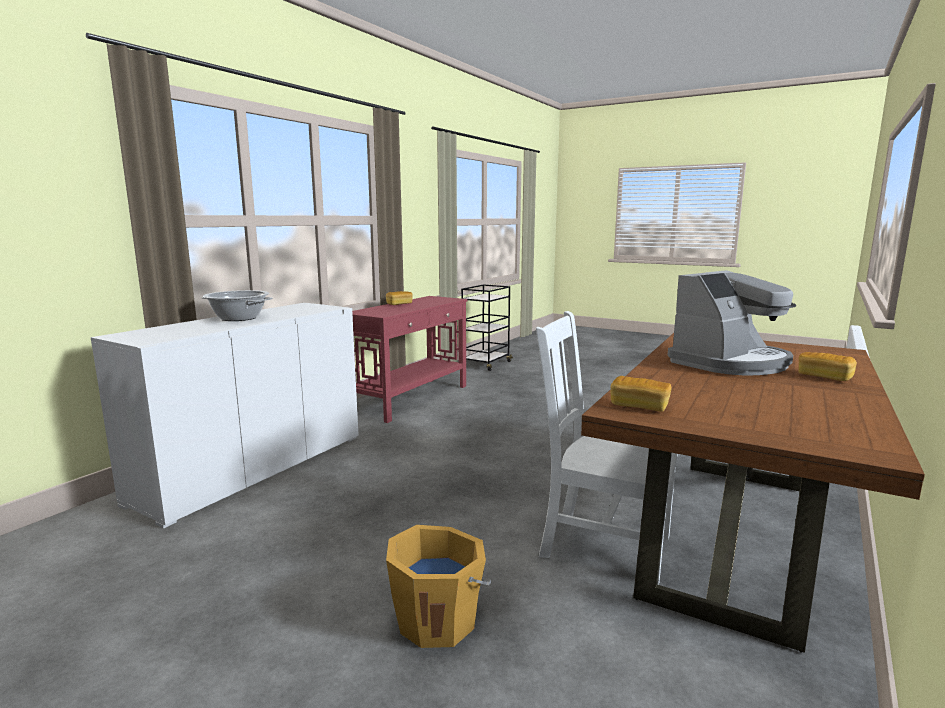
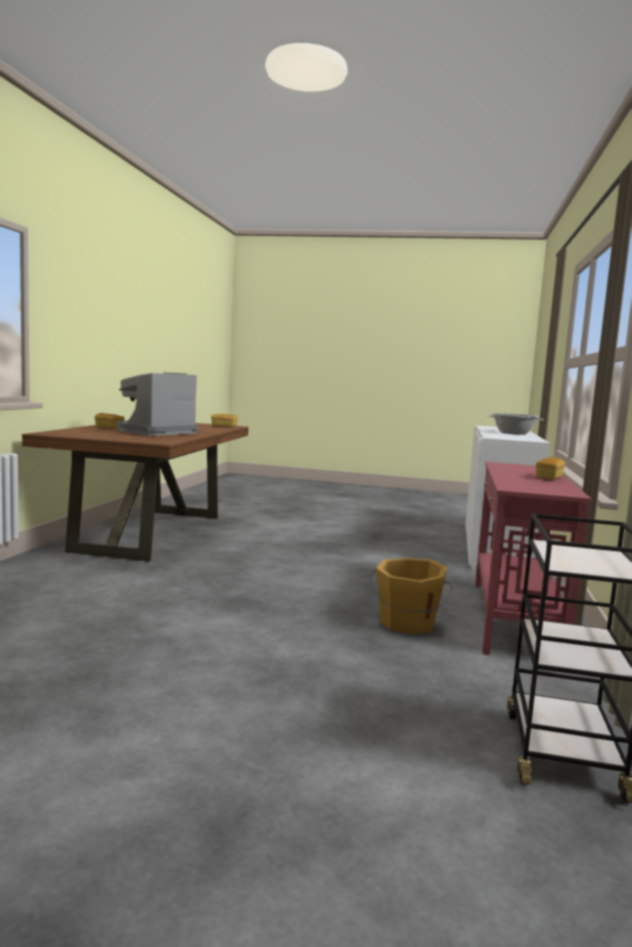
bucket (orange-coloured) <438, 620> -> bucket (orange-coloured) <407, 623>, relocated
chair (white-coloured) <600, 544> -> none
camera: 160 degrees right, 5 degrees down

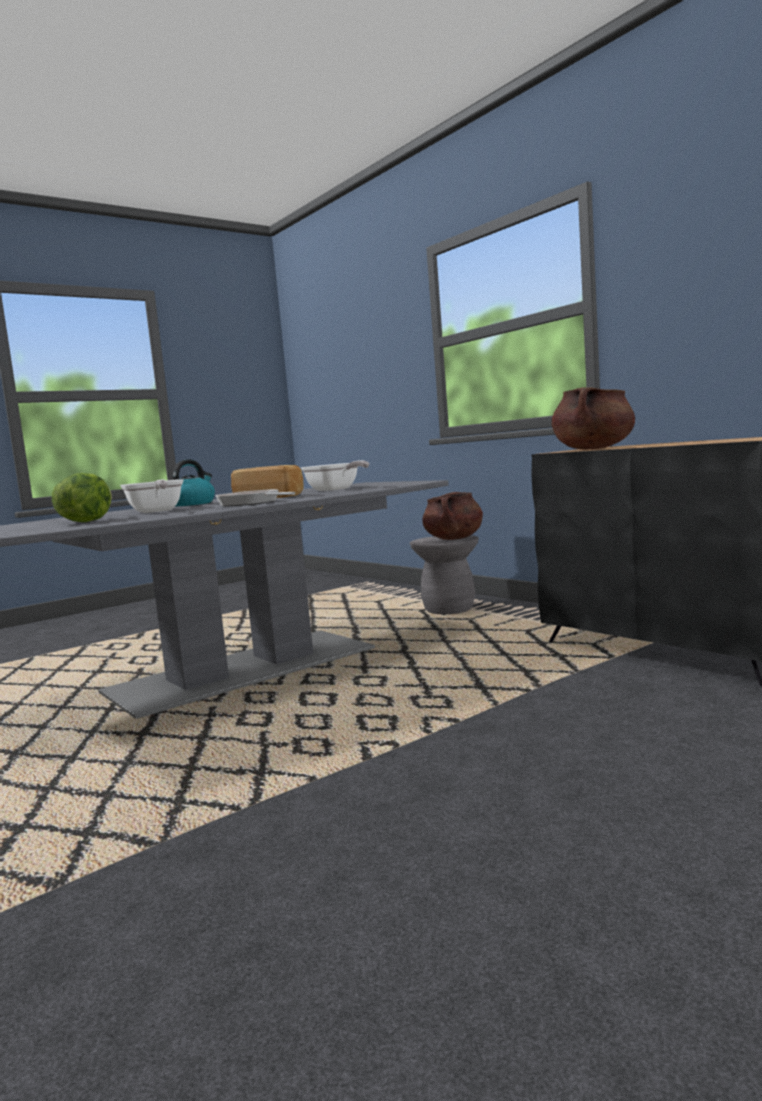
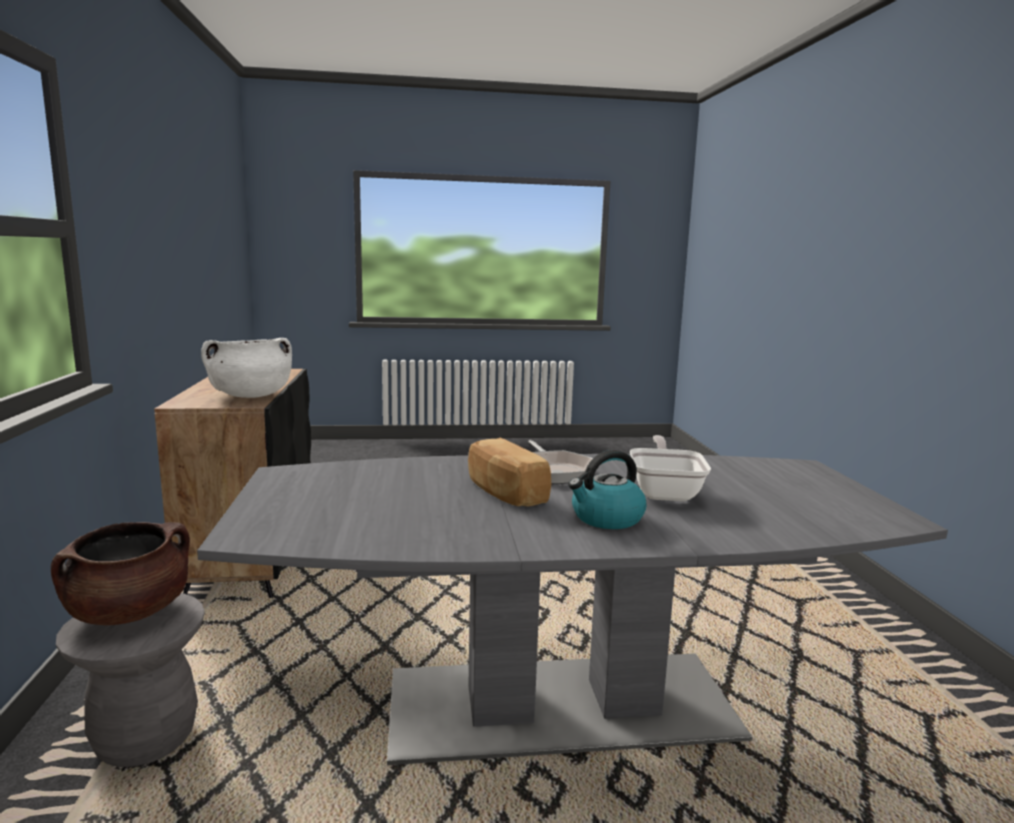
lettuce head <85, 522> -> none
skillet <335, 489> -> none
cooking pot (brown-coloured) <593, 449> -> cooking pot (white-coloured) <251, 396>
camera: 150 degrees left, 5 degrees up

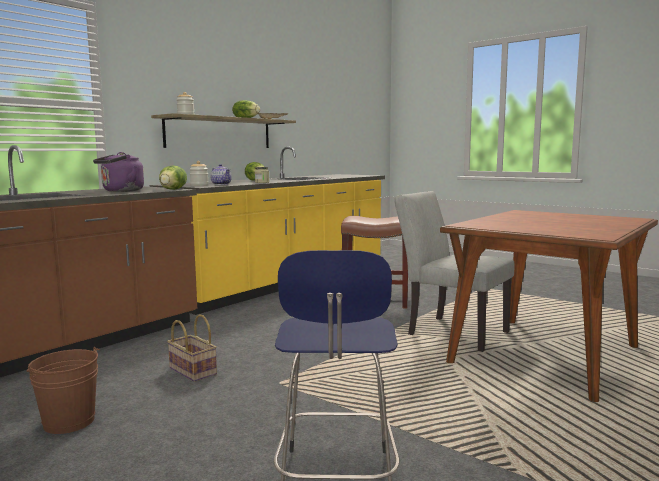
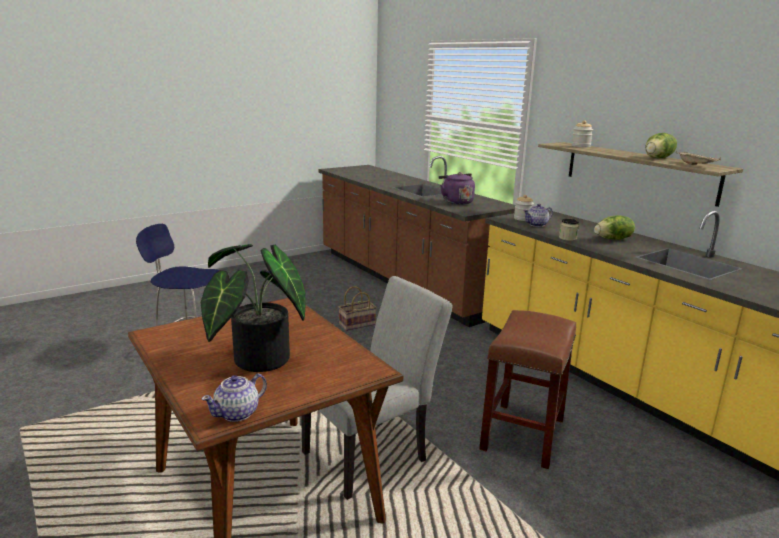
bucket (brown-coloured) <69, 422> -> none
lettuce head <173, 189> -> none
none -> houseplant <255, 361>
none -> tea pot <237, 413>
camera: 105 degrees right, 10 degrees up

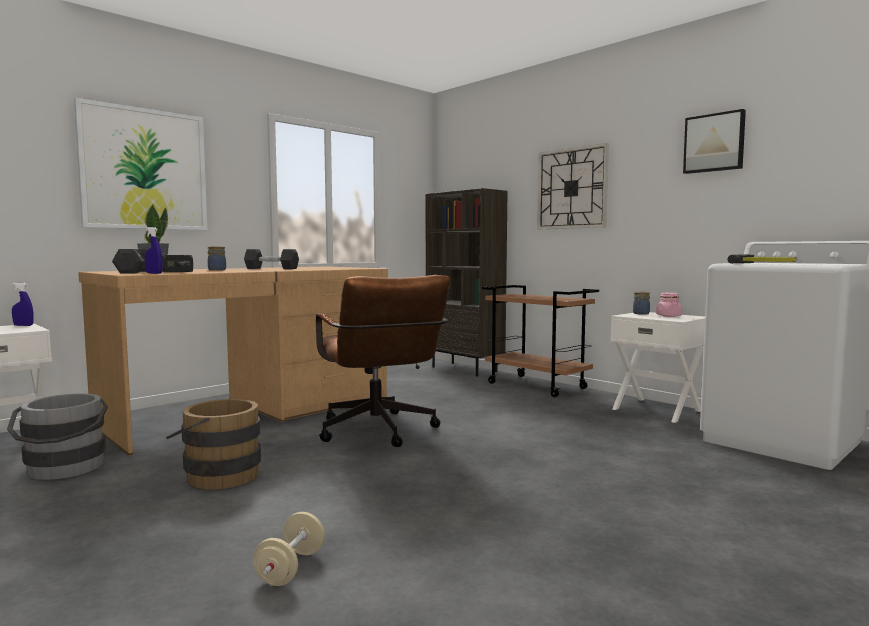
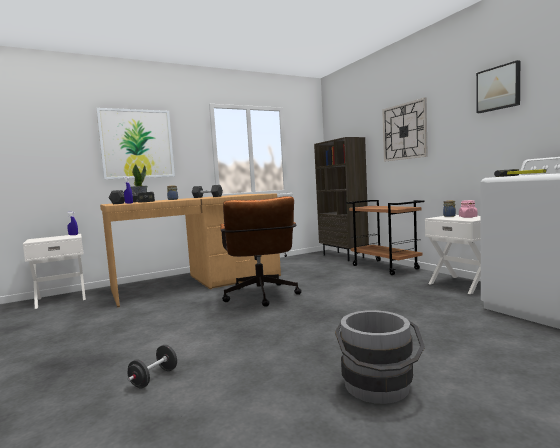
bucket (greyish) <64, 470> -> bucket (greyish) <379, 389>, relocated
bucket (brown-coloured) <216, 475> -> none
dumbbell (beige) <290, 568> -> dumbbell (black) <154, 378>
camera: 15 degrees right, 0 degrees up

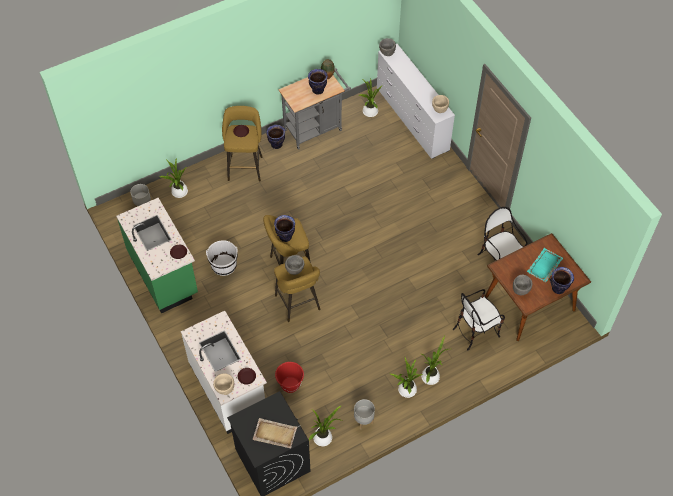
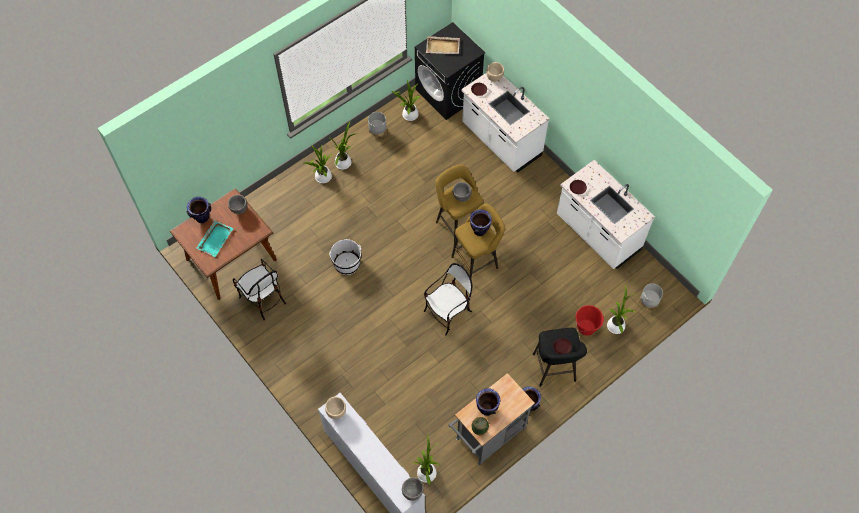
counter (greenish) <164, 273> -> counter (white-coloured) <597, 234>
bucket (white-coloured) <224, 265> -> bucket (white-coloured) <347, 263>, relocated
sitting stool (yellowish) <245, 166> -> sitting stool (black) <554, 370>
bucket (red-coloured) <290, 385> -> bucket (red-coloured) <586, 327>, relocated
chair <476, 331> -> chair <448, 313>, relocated
camera: 170 degrees right, 5 degrees up

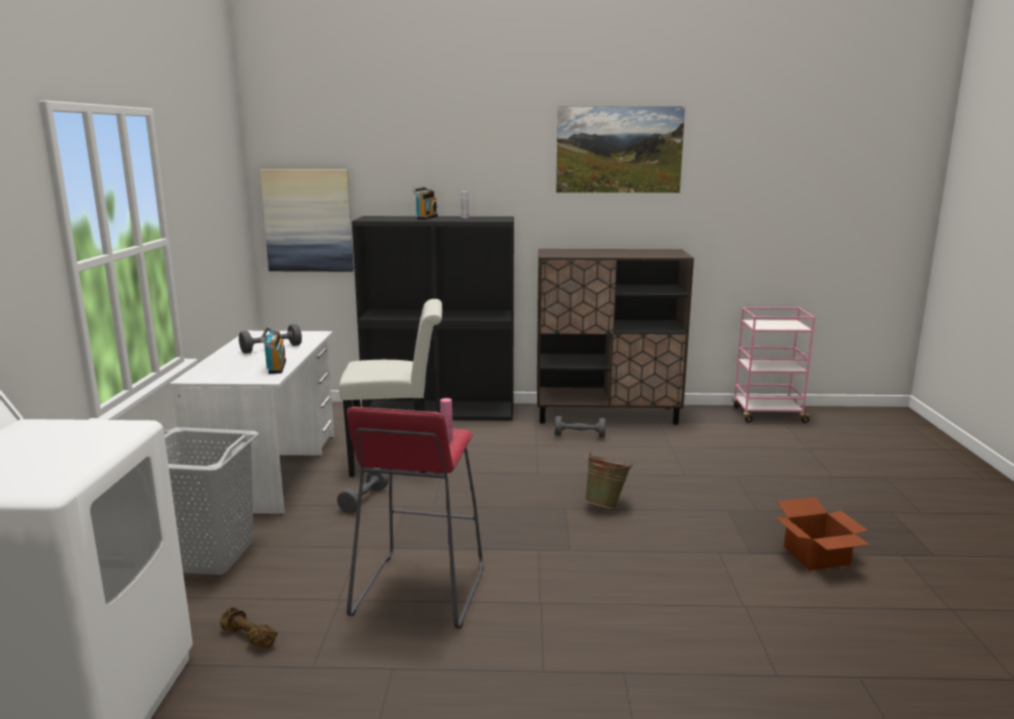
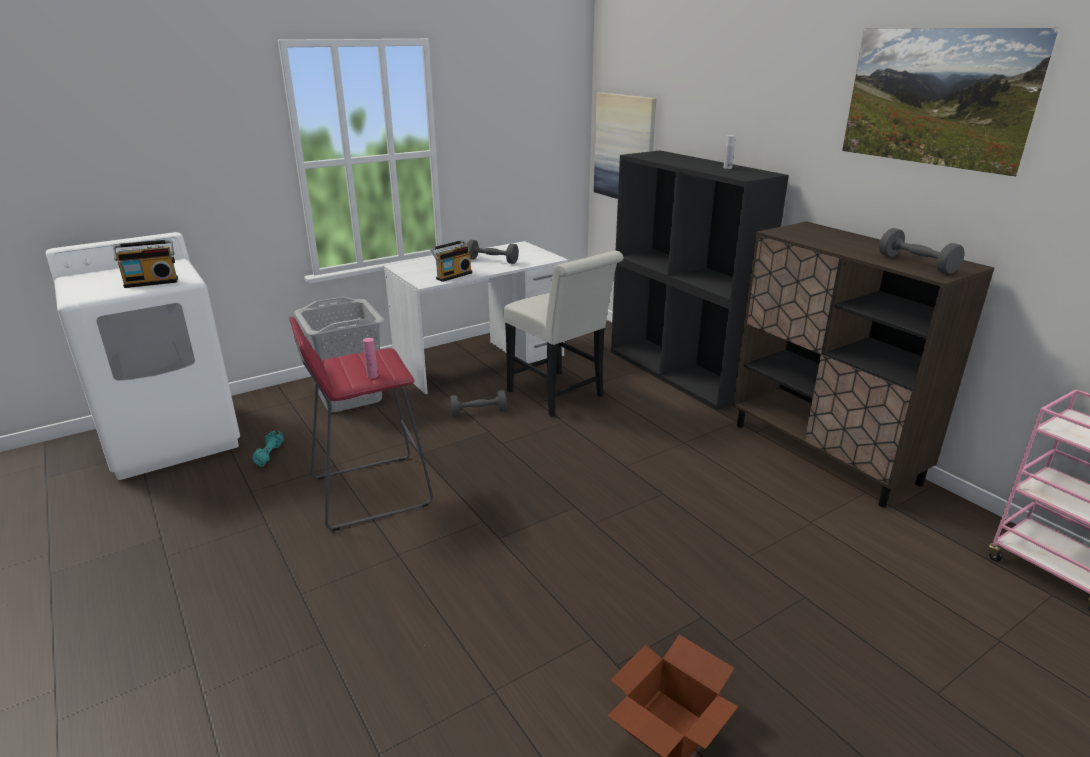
dumbbell (brown-coloured) <248, 637> -> dumbbell (turquoise) <269, 455>
radio receiver <425, 217> -> radio receiver <152, 282>, relocated
dumbbell (greyish) <579, 435> -> dumbbell (greyish) <916, 264>, relocated
bucket (greenish) <606, 505> -> none
camera: 55 degrees right, 10 degrees up

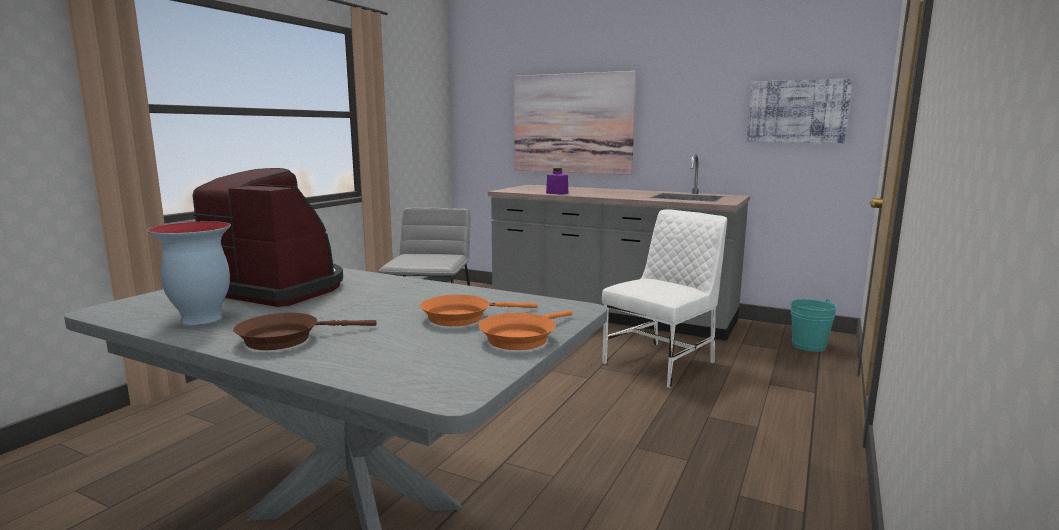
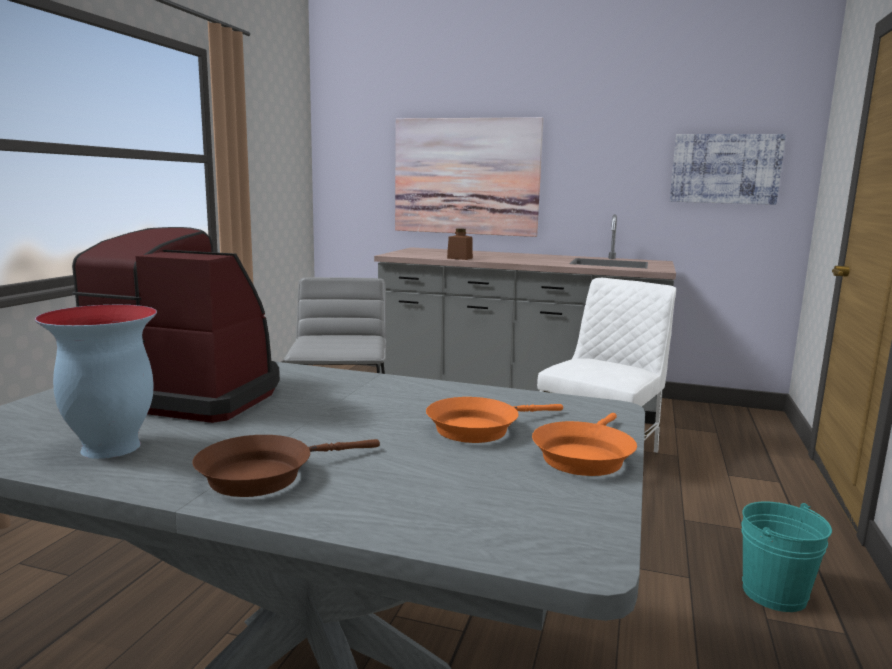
storage jar (purplish) <557, 193> -> storage jar (brown-coloured) <459, 258>
bucket (turquoise) <808, 346> -> bucket (turquoise) <774, 593>, relocated
camera: 10 degrees left, 0 degrees up

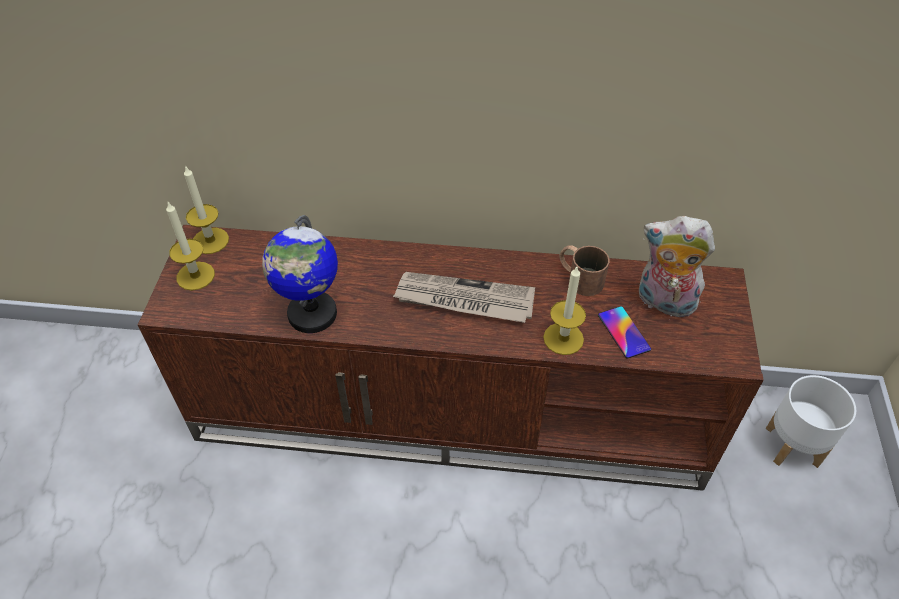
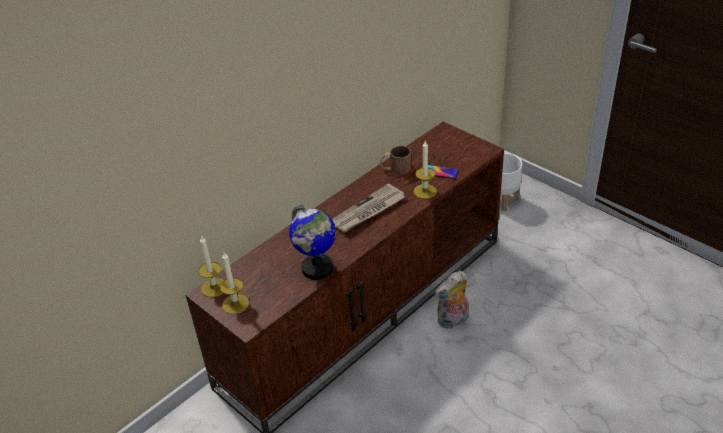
soft toy <663, 302> -> soft toy <453, 321>, relocated
camera: 50 degrees left, 10 degrees down

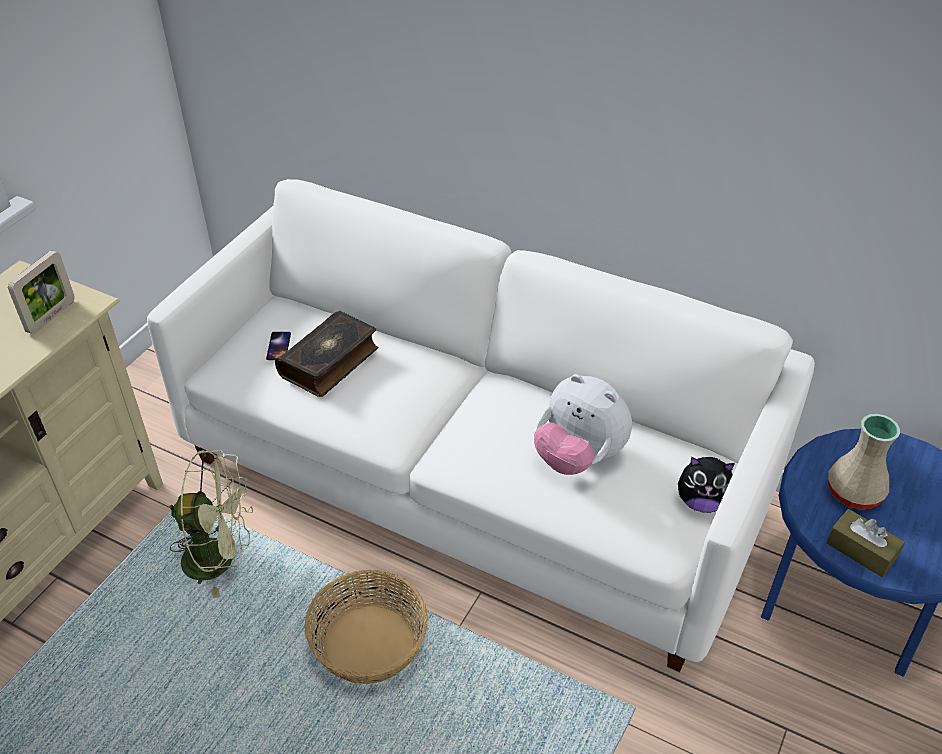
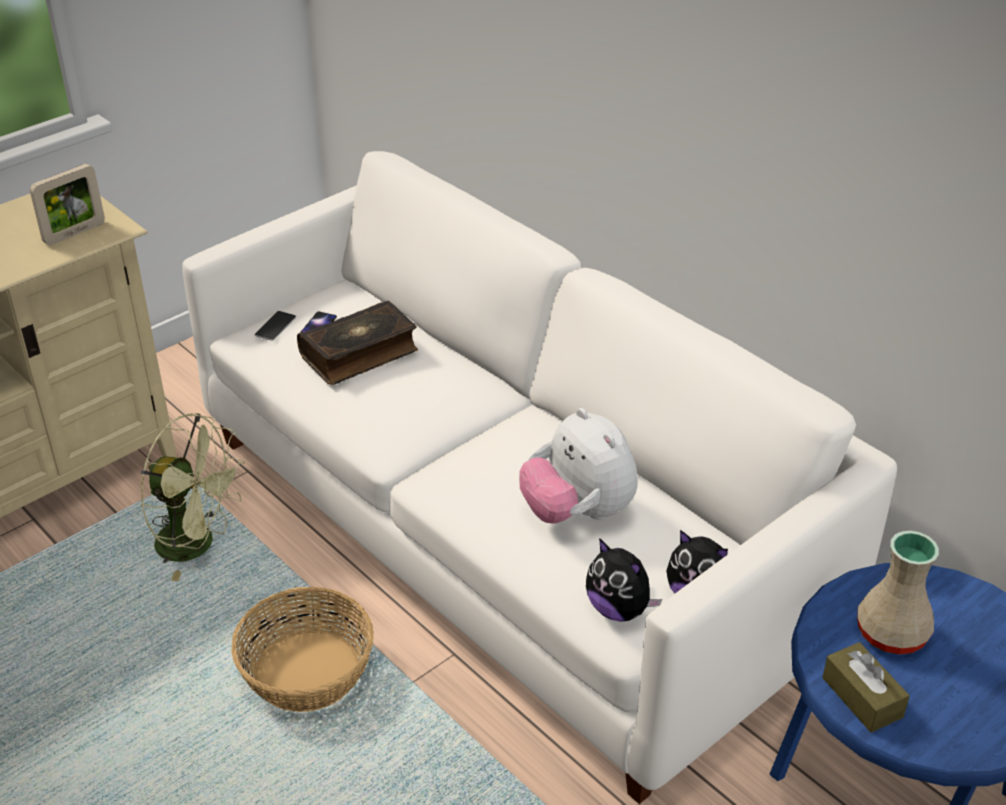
none -> handset <275, 326>
none -> soft toy <619, 609>
camera: 20 degrees right, 5 degrees down

